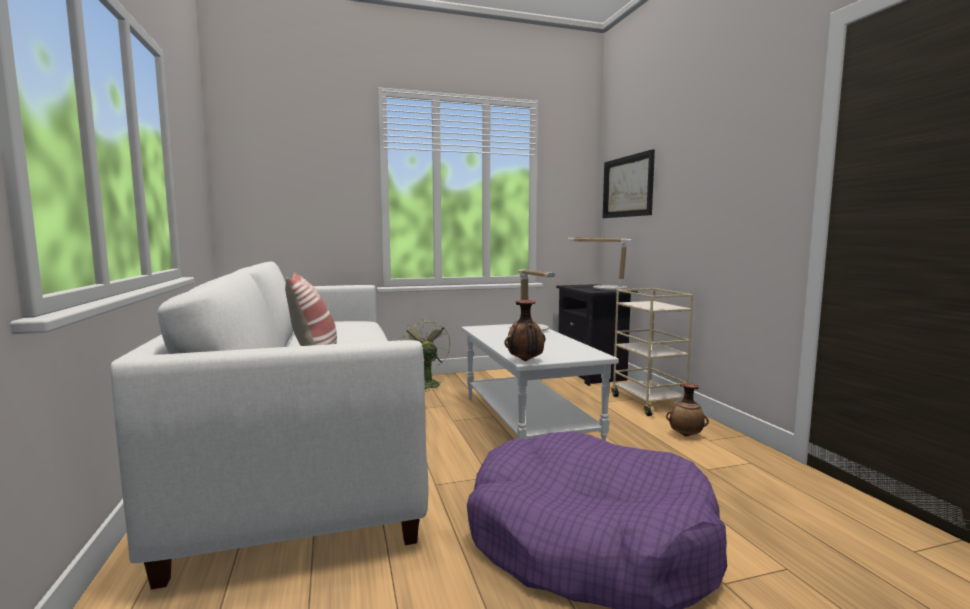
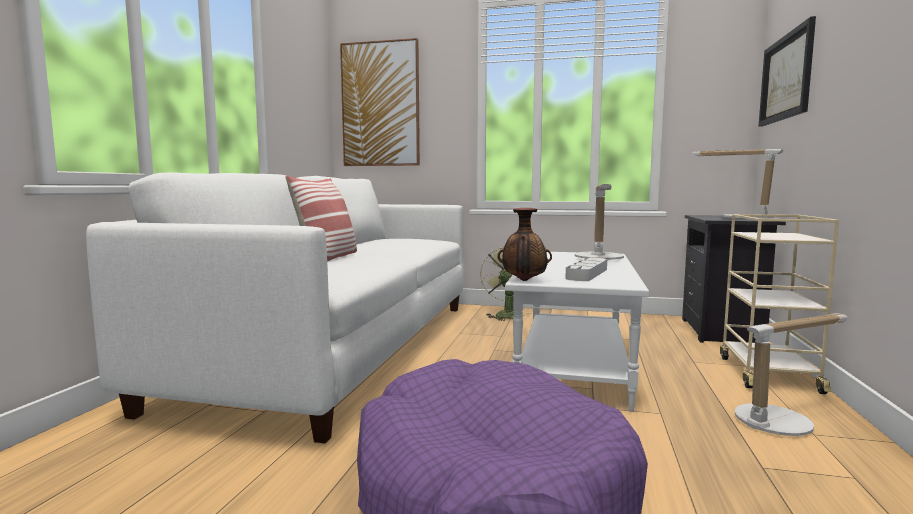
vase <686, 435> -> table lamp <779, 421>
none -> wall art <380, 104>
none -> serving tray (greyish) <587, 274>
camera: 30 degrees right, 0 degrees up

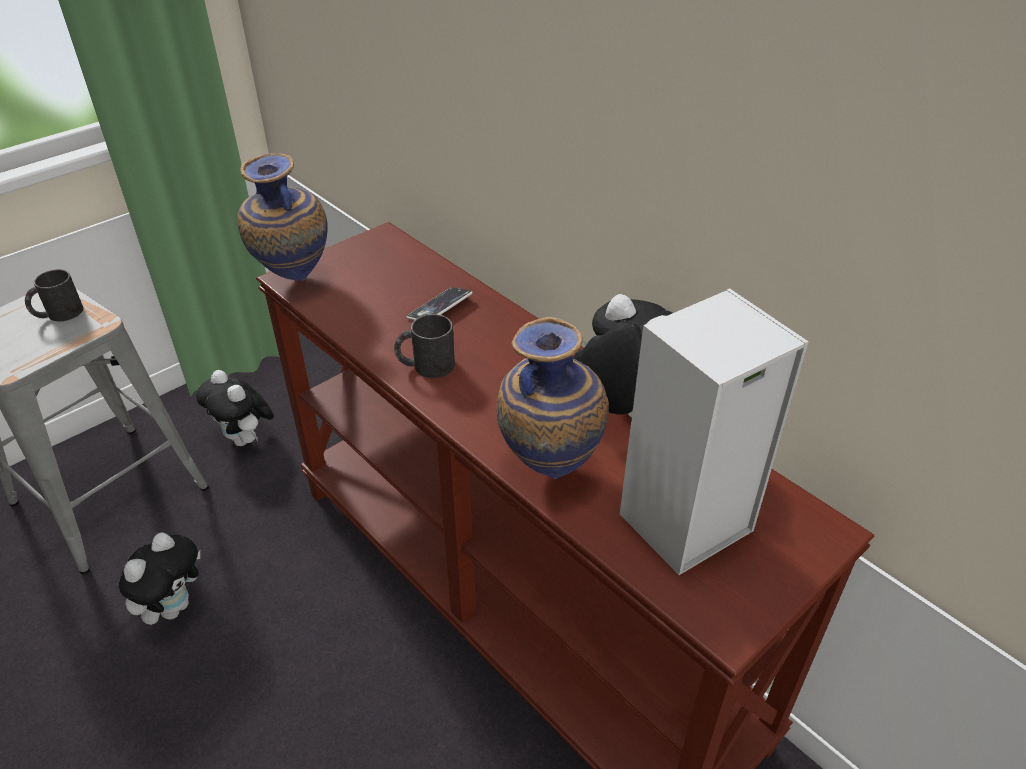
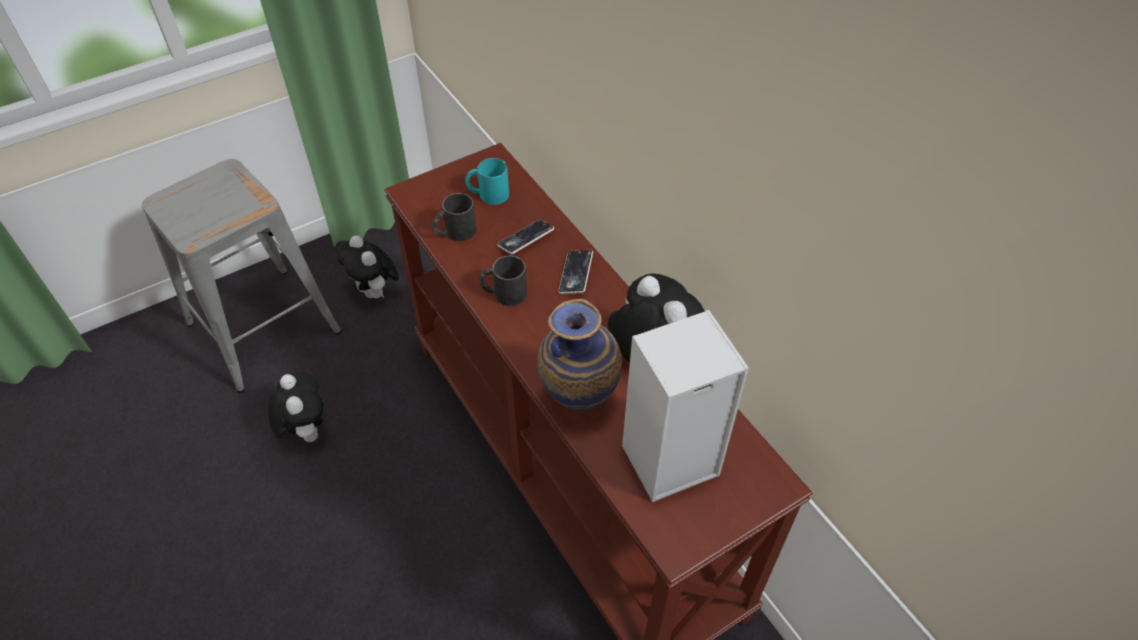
coffee mug (black) <58, 314> -> coffee mug (black) <455, 232>, relocated
soft toy <174, 606> -> soft toy <305, 430>, 60 degrees counterclockwise
vase <293, 281> -> none
none -> coffee mug (turquoise) <488, 194>
none -> handset <575, 274>
camera: 10 degrees right, 10 degrees up

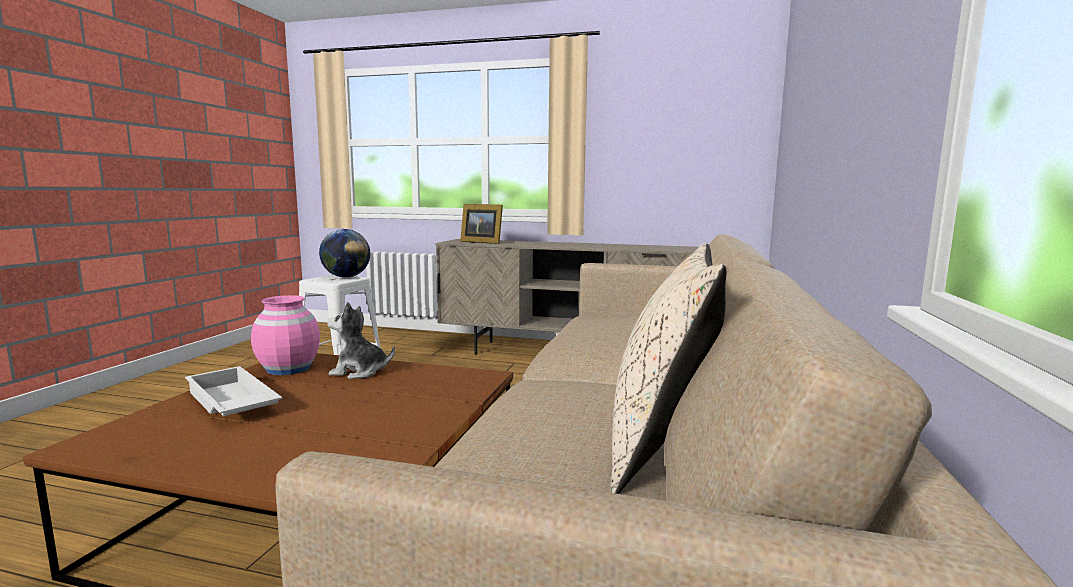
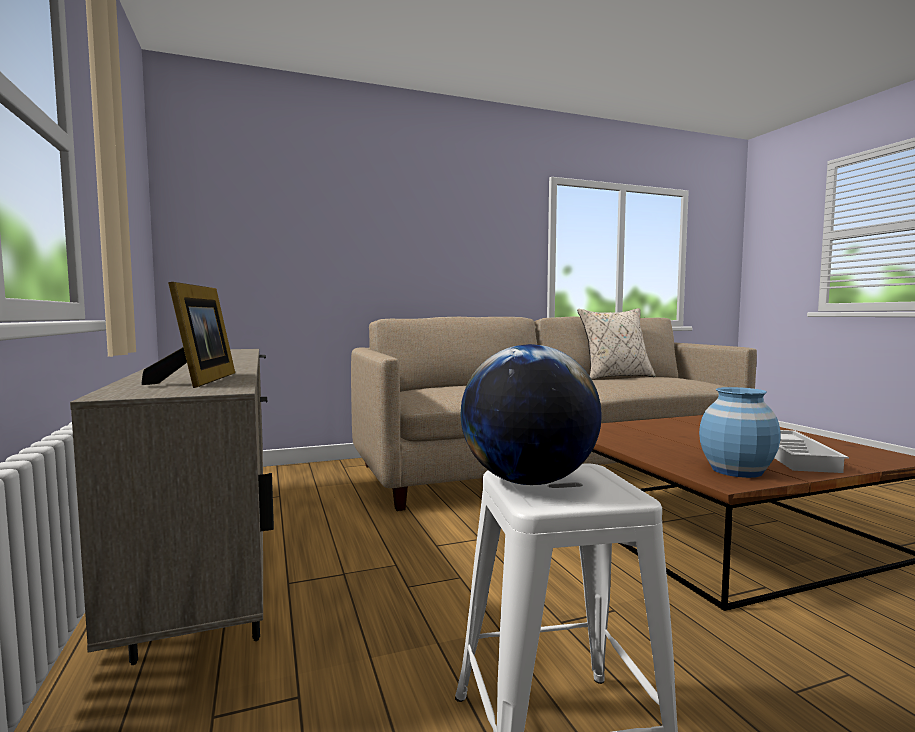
vase (pinkish) <289, 368> -> vase (blue) <736, 470>
soft toy <359, 372> -> none
camera: 125 degrees left, 5 degrees down

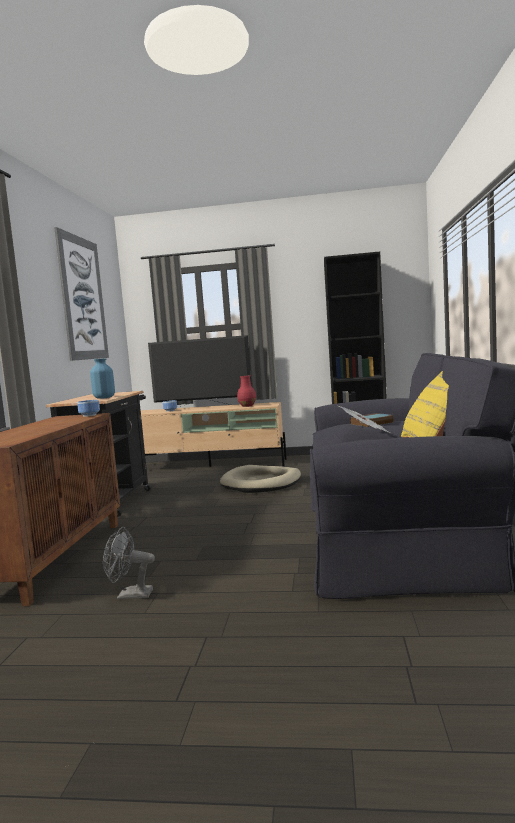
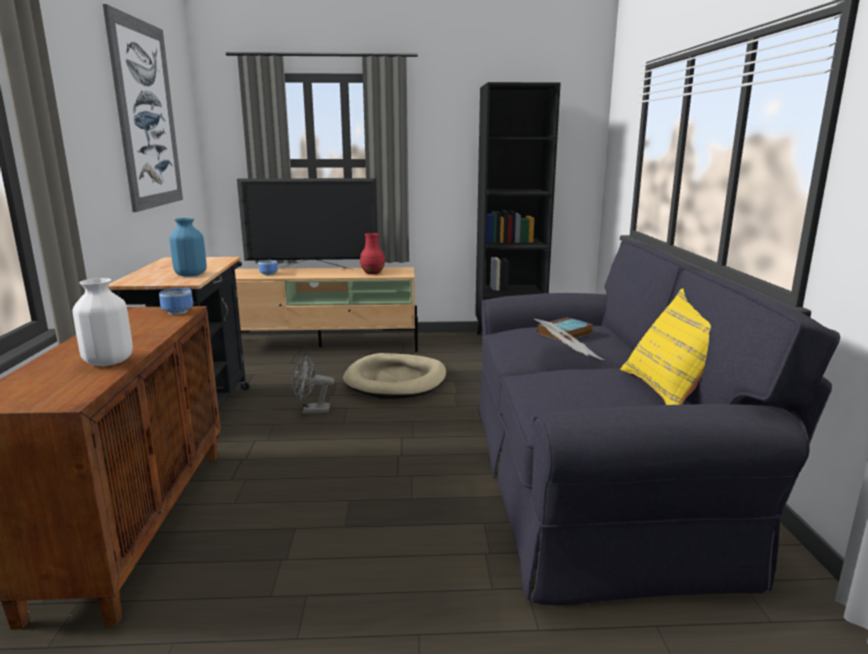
fan (greyish) <129, 595> -> fan (greyish) <311, 410>, relocated
none -> vase (white-coloured) <109, 361>
camera: 10 degrees left, 10 degrees up

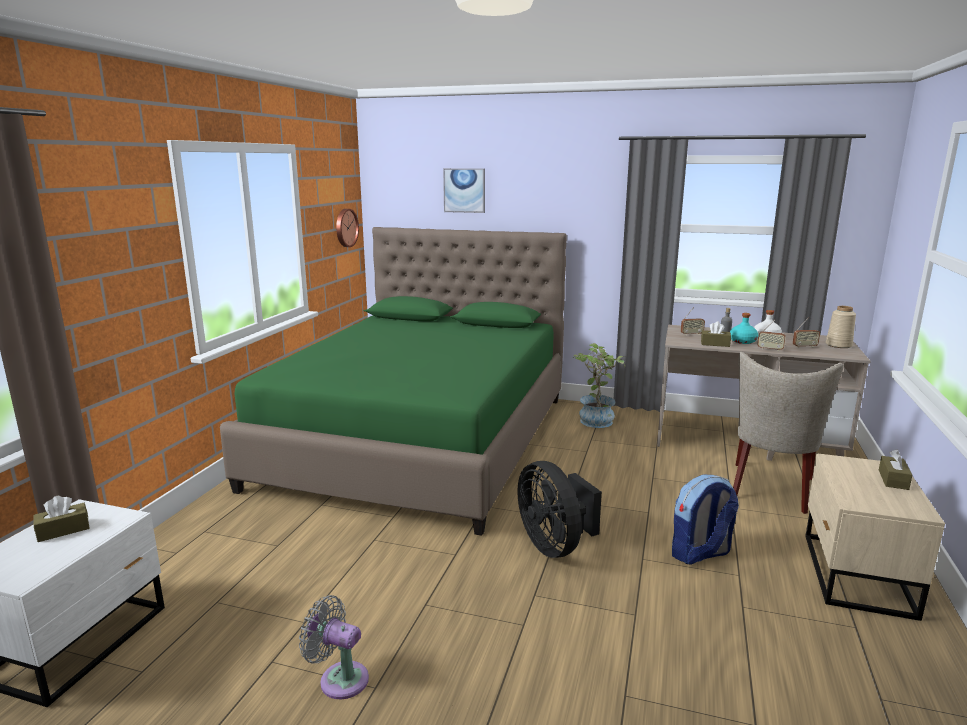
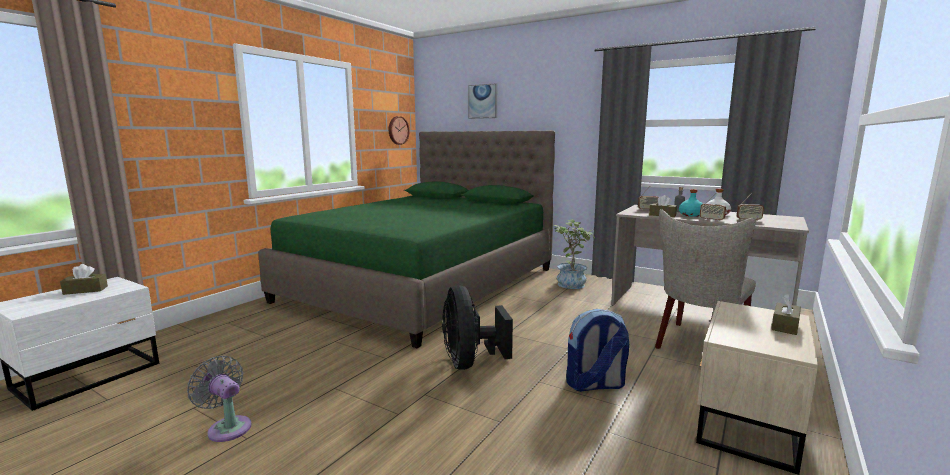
vase (beige) <838, 345> -> none
camera: 15 degrees right, 5 degrees down

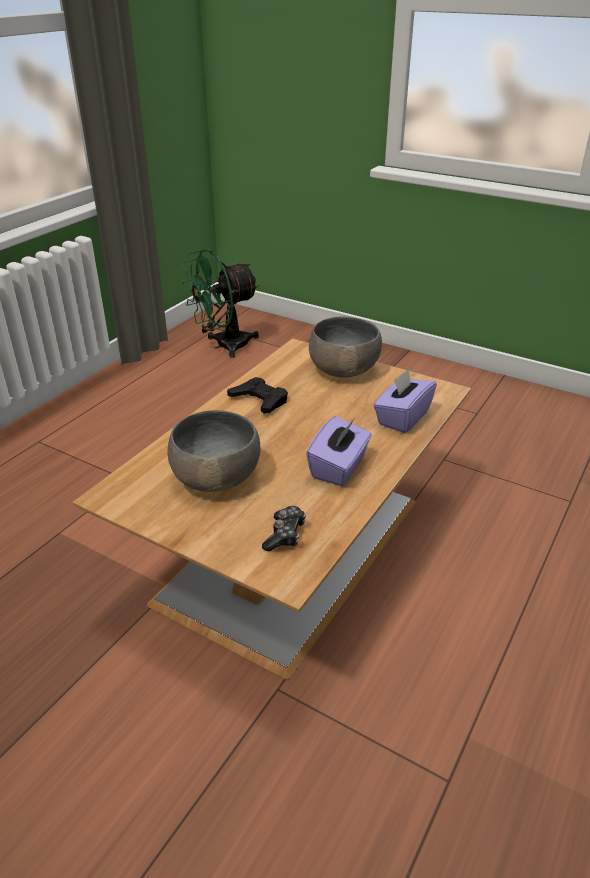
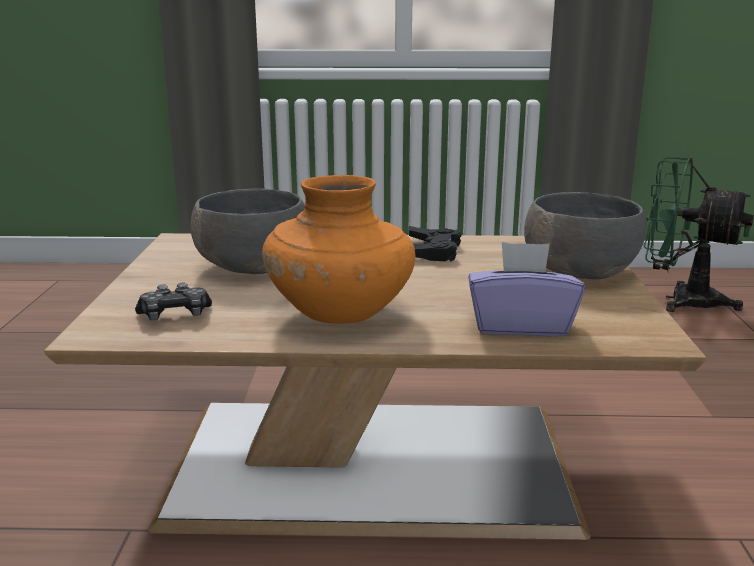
tissue holder (purplish) <339, 468> -> vase (orange-coloured) <341, 314>
camera: 60 degrees right, 15 degrees down

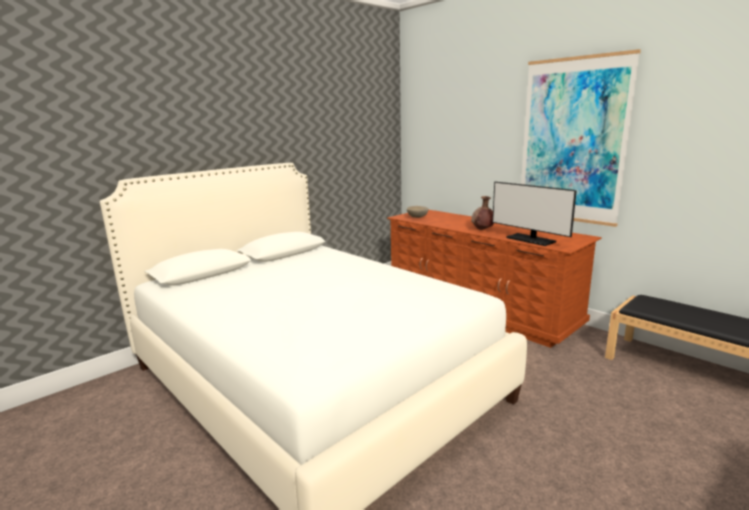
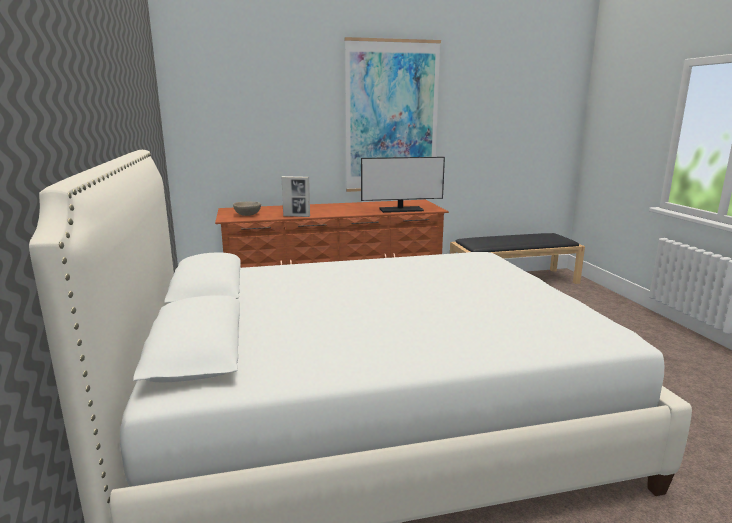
vase (brown-coloured) <482, 229> -> none
none -> picture frame <296, 216>
camera: 60 degrees left, 0 degrees up

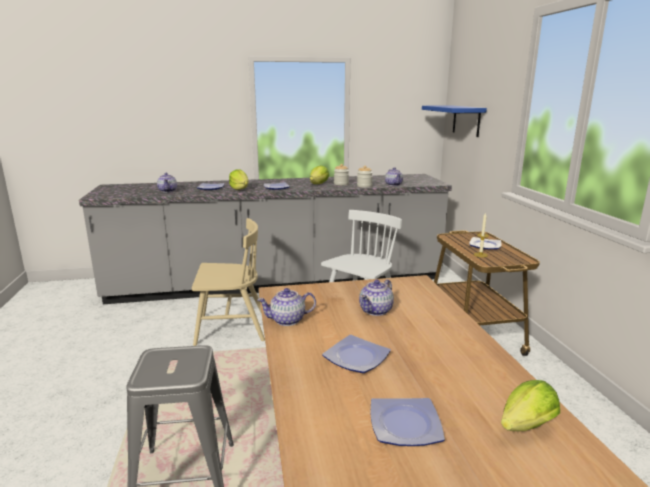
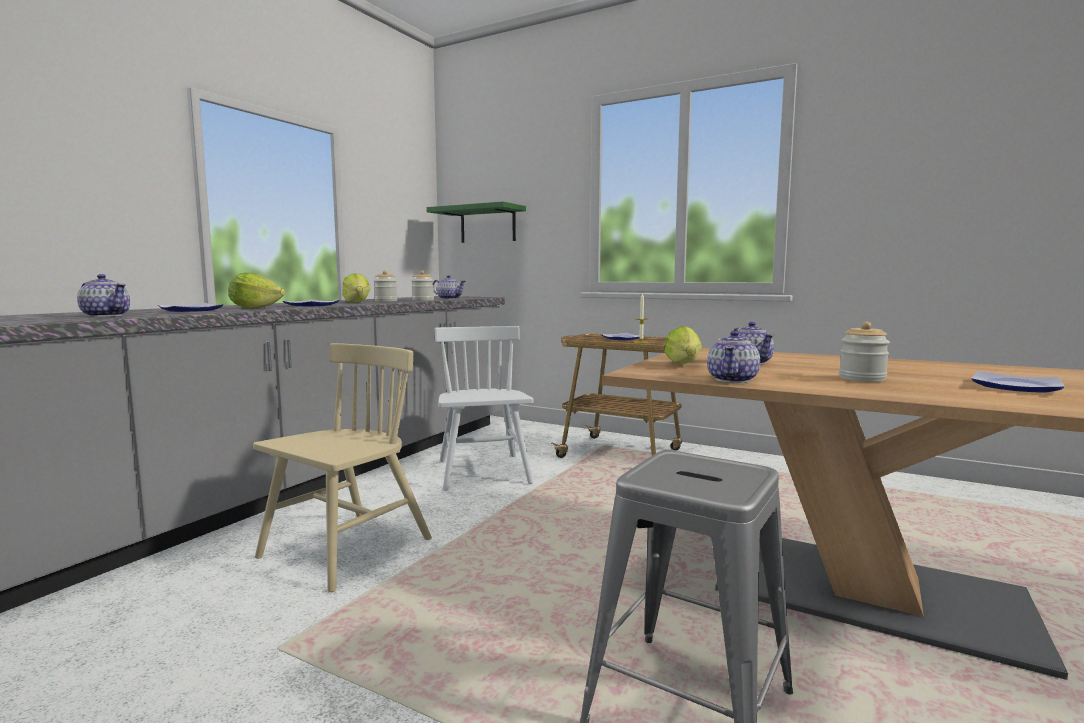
plate <355, 358> -> storage jar <862, 379>
bracket shelf (blue) <466, 120> -> bracket shelf (greenish) <488, 225>
lettuce head <524, 428> -> lettuce head <684, 365>, relocated
camera: 50 degrees left, 10 degrees down

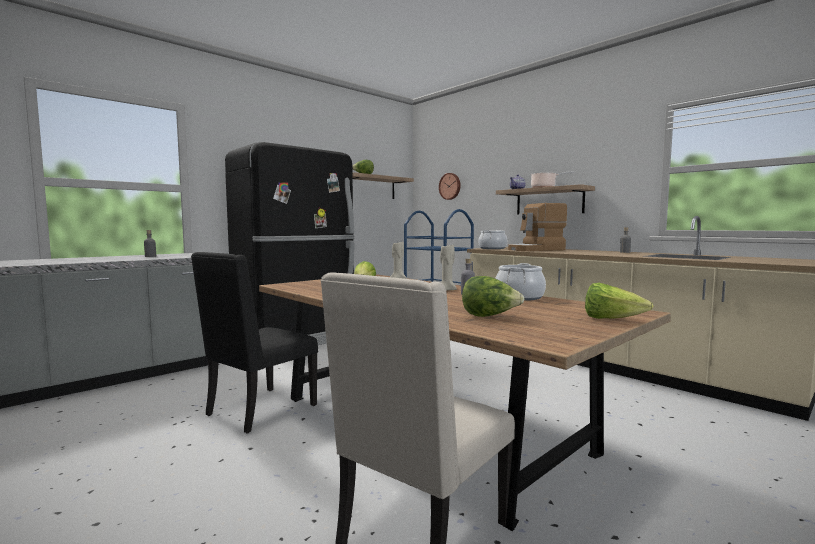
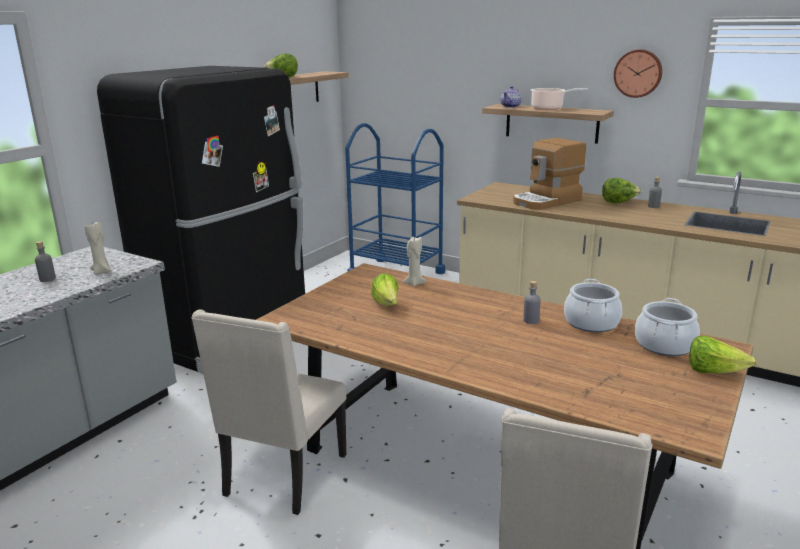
chair (black) <259, 410> -> chair (beige) <283, 476>
clock on the wall <450, 186> -> clock on the wall <638, 73>, relocated
candle (beige) <447, 290> -> candle (beige) <102, 271>, relocated
lettuce head <489, 316> -> lettuce head <618, 202>, relocated
cooking pot <492, 248> -> cooking pot <664, 345>, relocated
camera: 15 degrees left, 15 degrees up

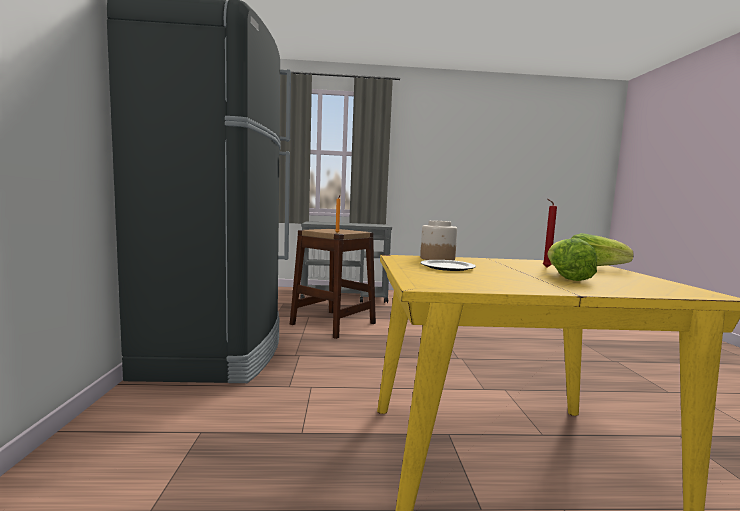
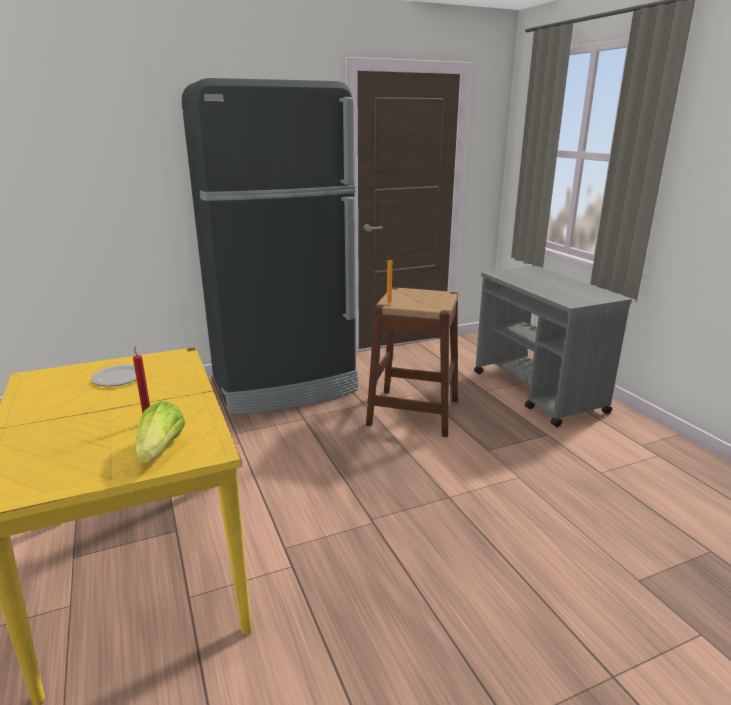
storage jar <437, 258> -> none
lettuce head <565, 277> -> none
camera: 70 degrees right, 15 degrees up

